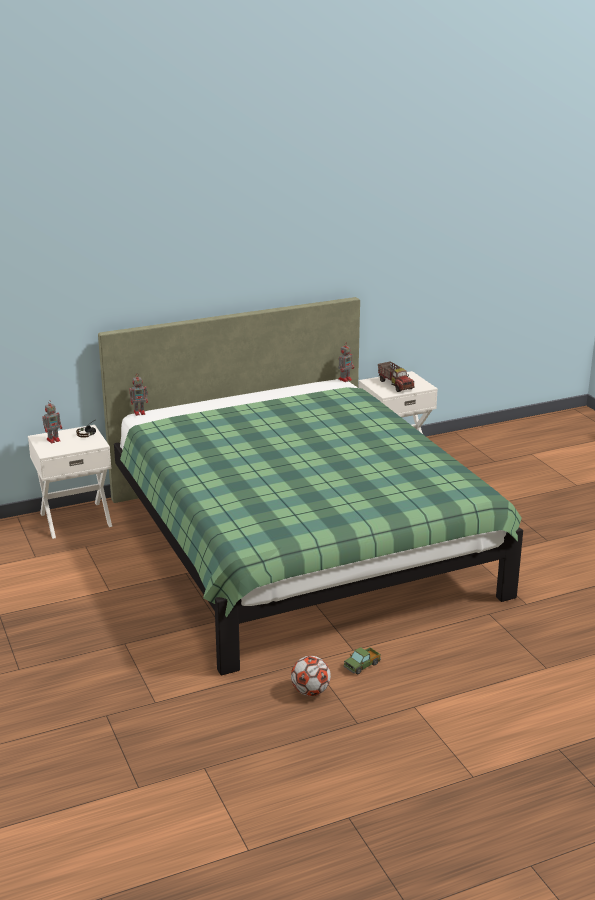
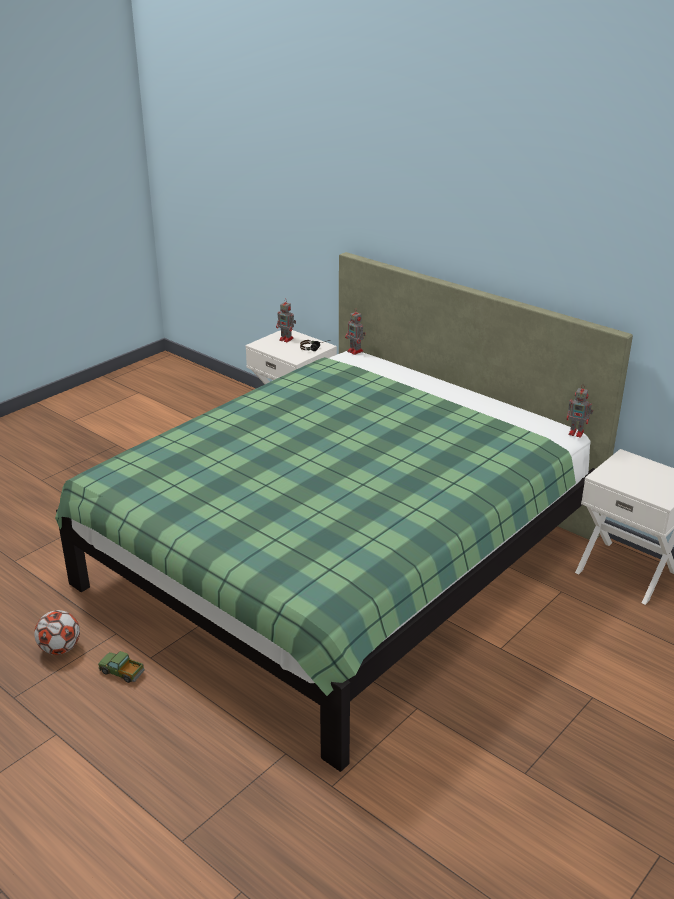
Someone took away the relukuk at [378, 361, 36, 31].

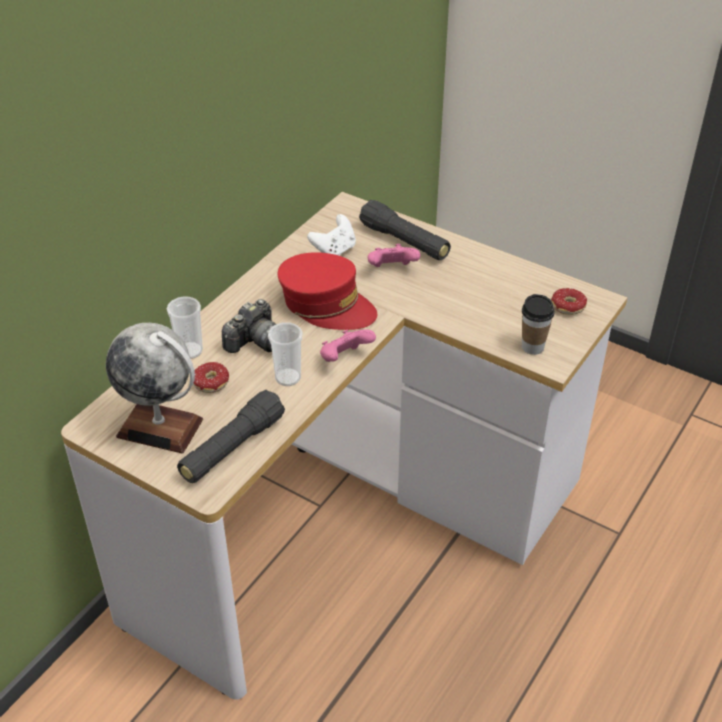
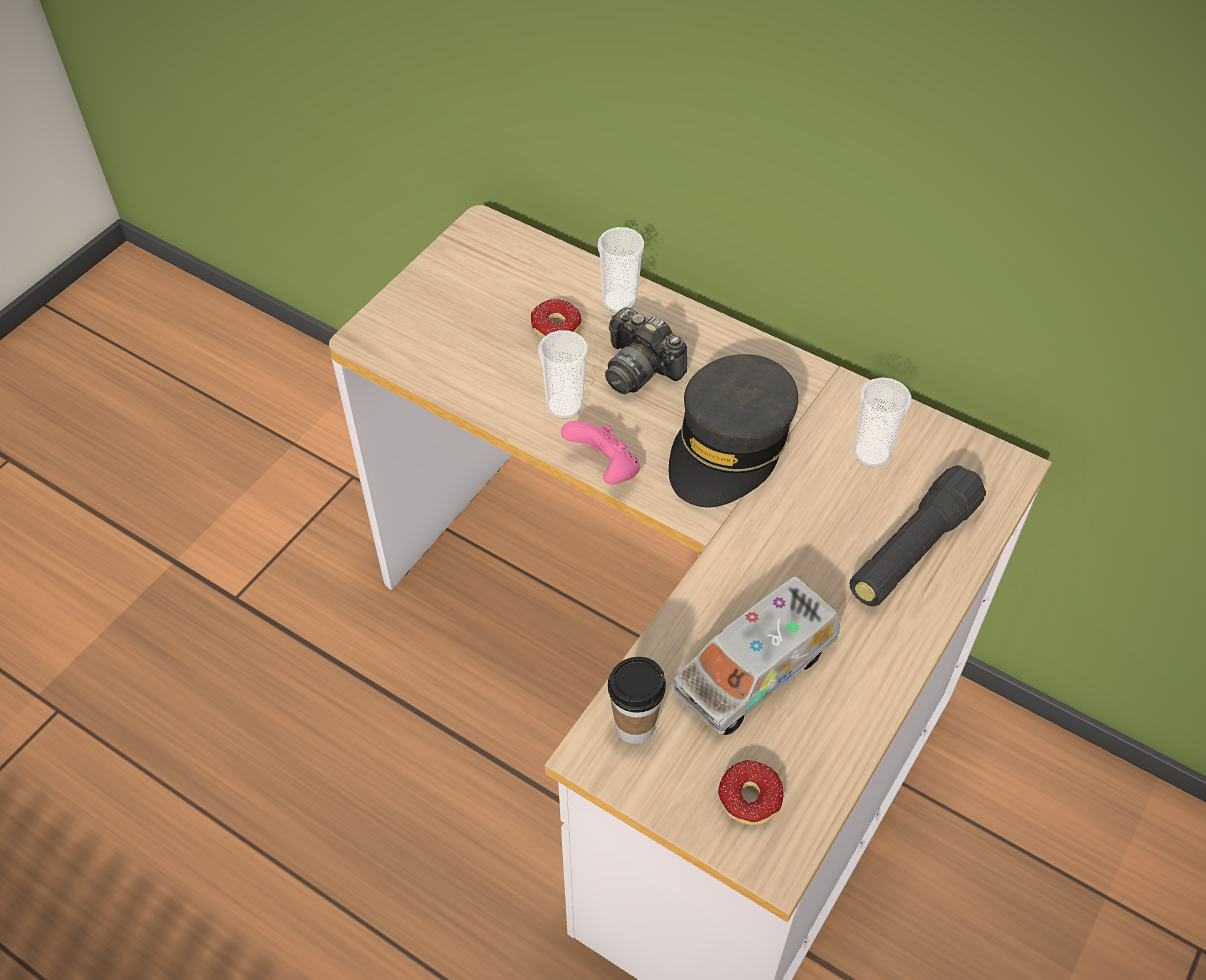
Someone took away the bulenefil at [106, 323, 97, 131]. Someone took away the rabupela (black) at [177, 390, 108, 93]. Someone repainted the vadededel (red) at [278, 252, 100, 78], which became the vadededel (grey) at [668, 354, 130, 154]. Someone swapped the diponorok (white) at [307, 214, 49, 42] for the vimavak at [853, 377, 59, 90]. Someone took away the diponorok (pink) at [368, 244, 52, 23]. Someone put down the relukuk at [671, 576, 169, 159].

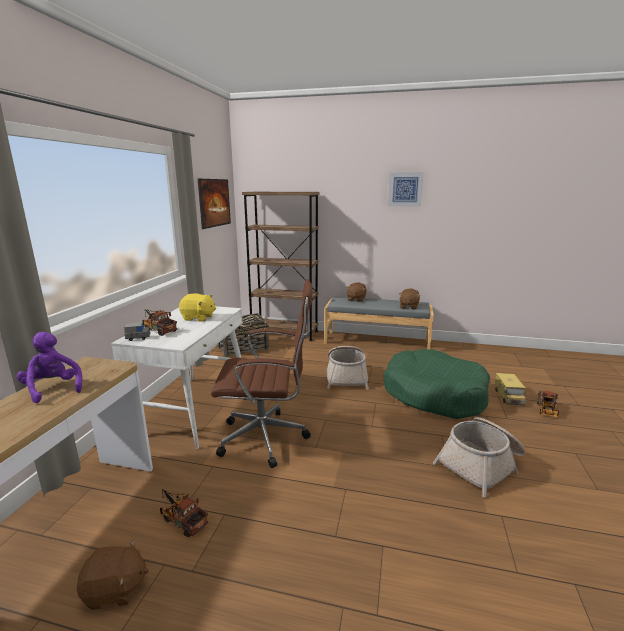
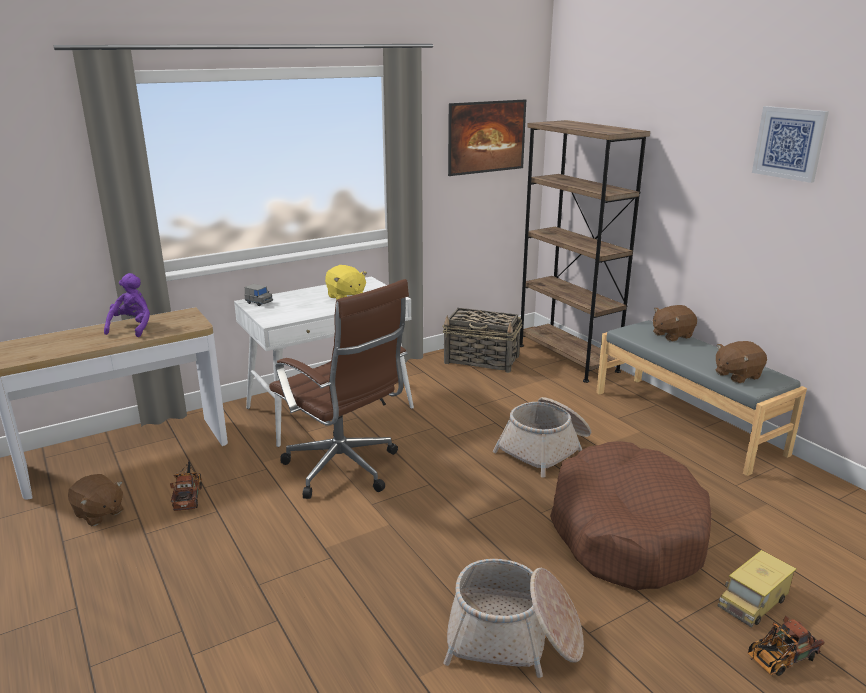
Someone took away the relukuk at [142, 309, 35, 27]. Someone repainted the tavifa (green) at [383, 349, 107, 70], which became the tavifa (brown) at [550, 441, 162, 149].

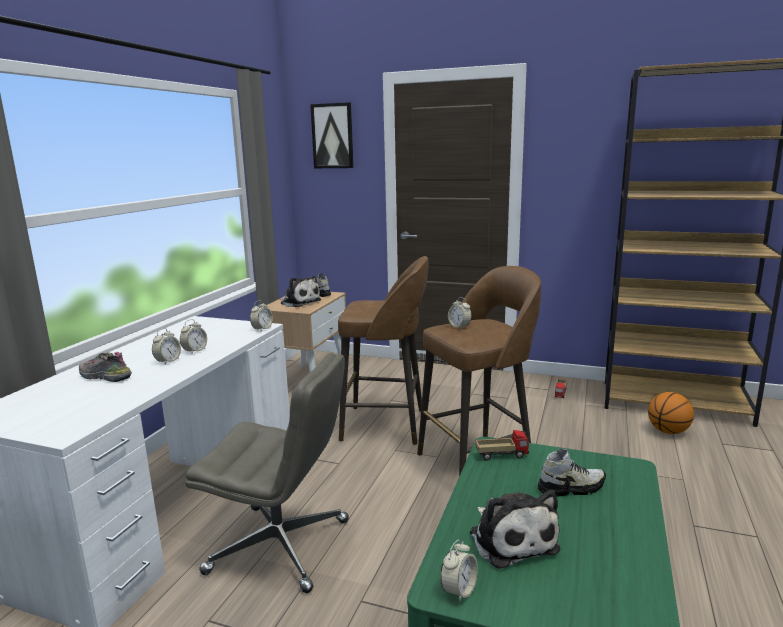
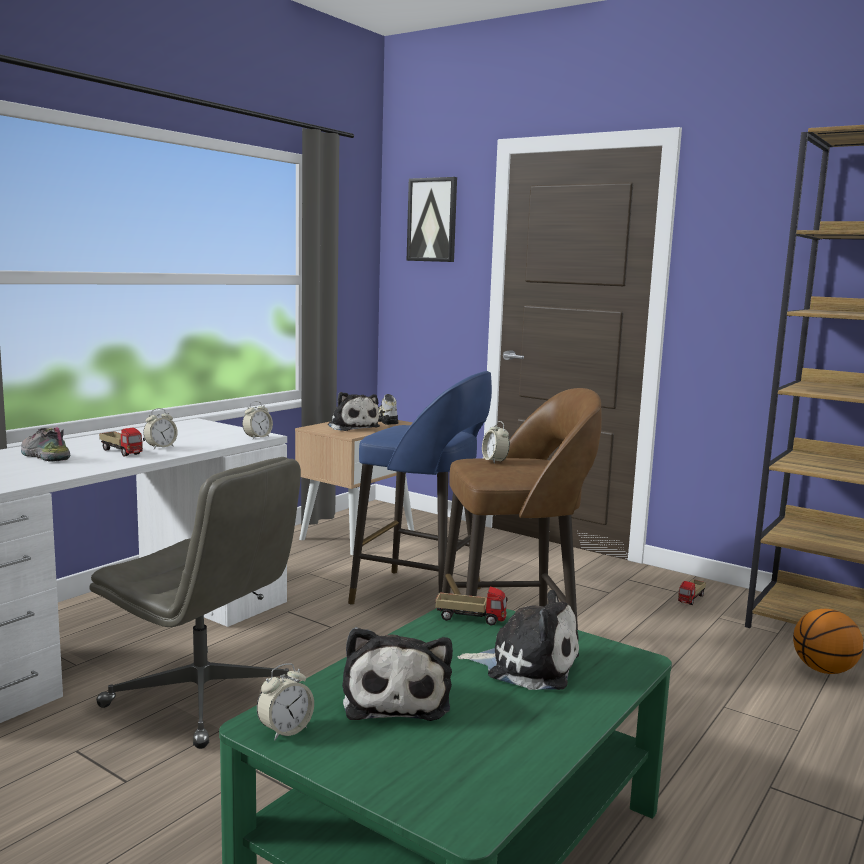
Someone swapped the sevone at [152, 328, 29, 37] for the relukuk at [99, 428, 46, 29]. Someone repainted the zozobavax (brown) at [338, 256, 91, 189], which became the zozobavax (blue) at [348, 371, 144, 234]. Someone swapped the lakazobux at [538, 448, 68, 49] for the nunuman at [457, 590, 122, 100].

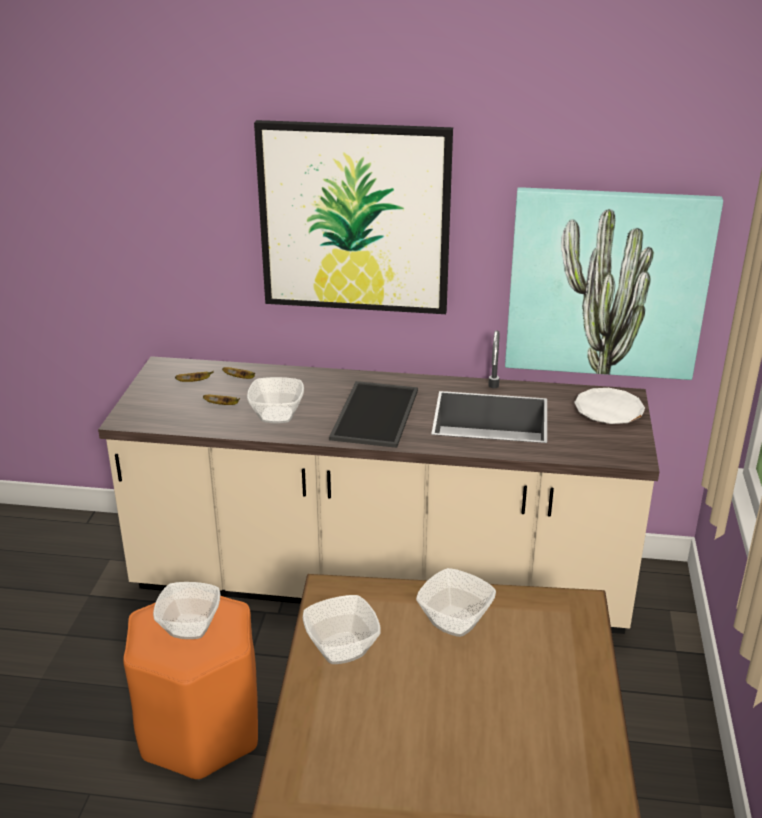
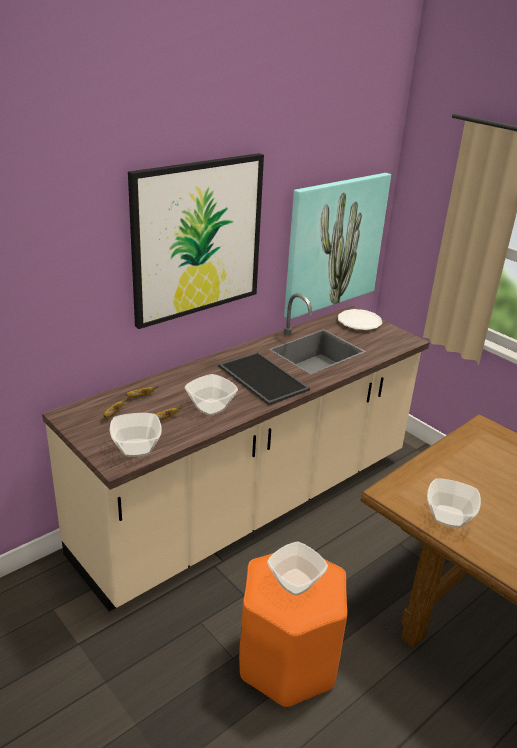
Someone carried the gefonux from [416, 568, 80, 69] to [110, 413, 52, 44].

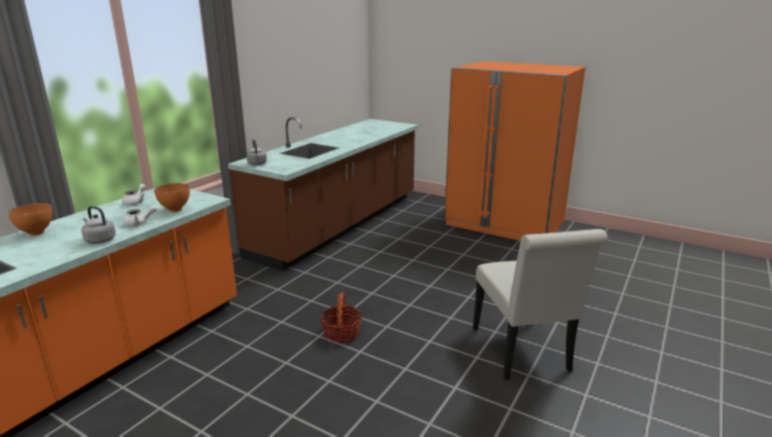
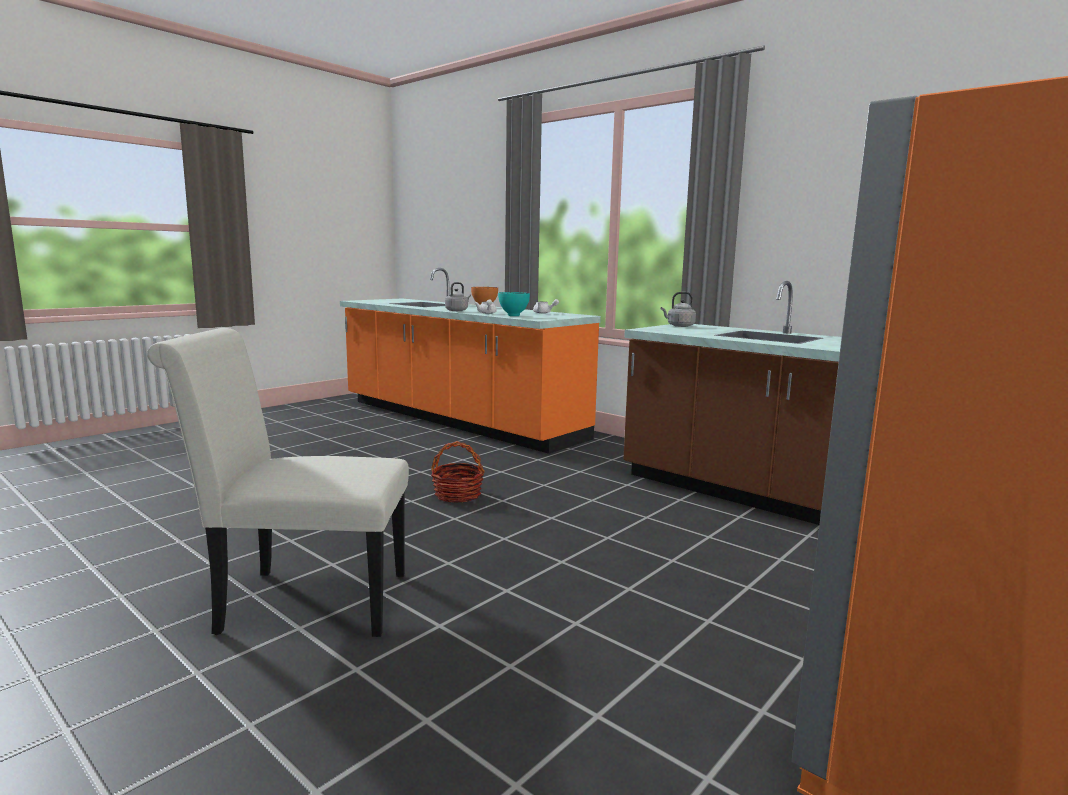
Someone repainted the gefonux (orange) at [154, 183, 36, 29], which became the gefonux (turquoise) at [498, 292, 32, 24].

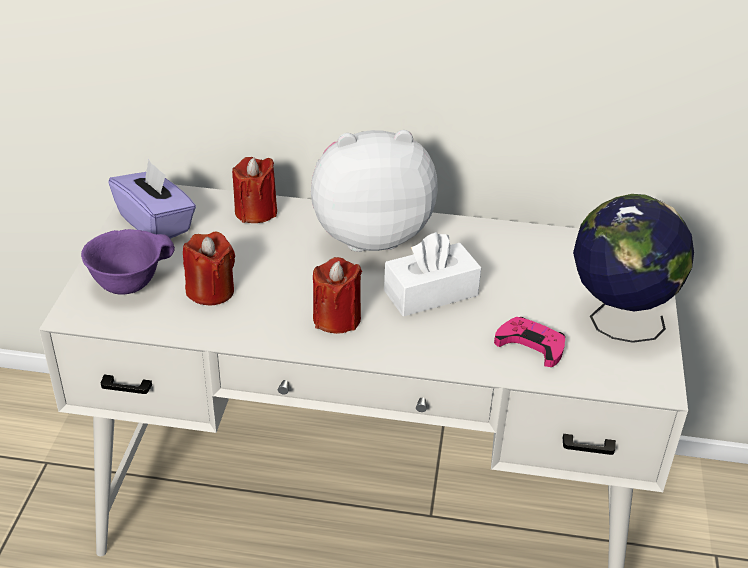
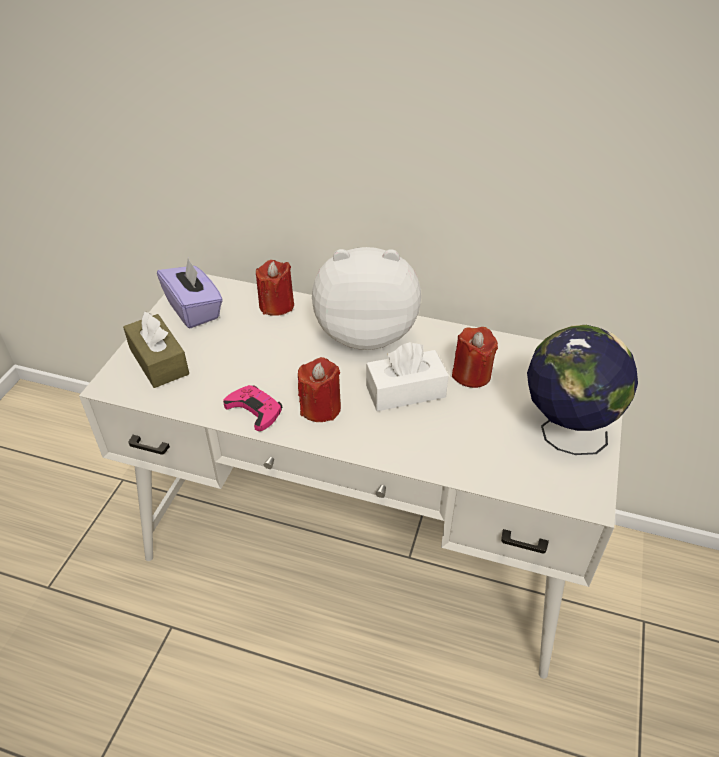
Someone swapped the gefonux (purple) at [81, 229, 94, 66] for the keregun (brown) at [123, 311, 66, 77]. Someone carried the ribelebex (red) from [183, 232, 52, 73] to [452, 327, 46, 61]. Someone carried the diponorok (pink) from [494, 317, 71, 50] to [223, 385, 59, 46].

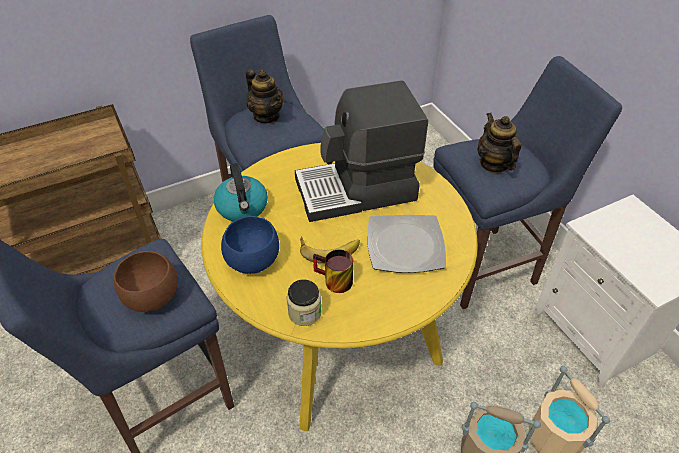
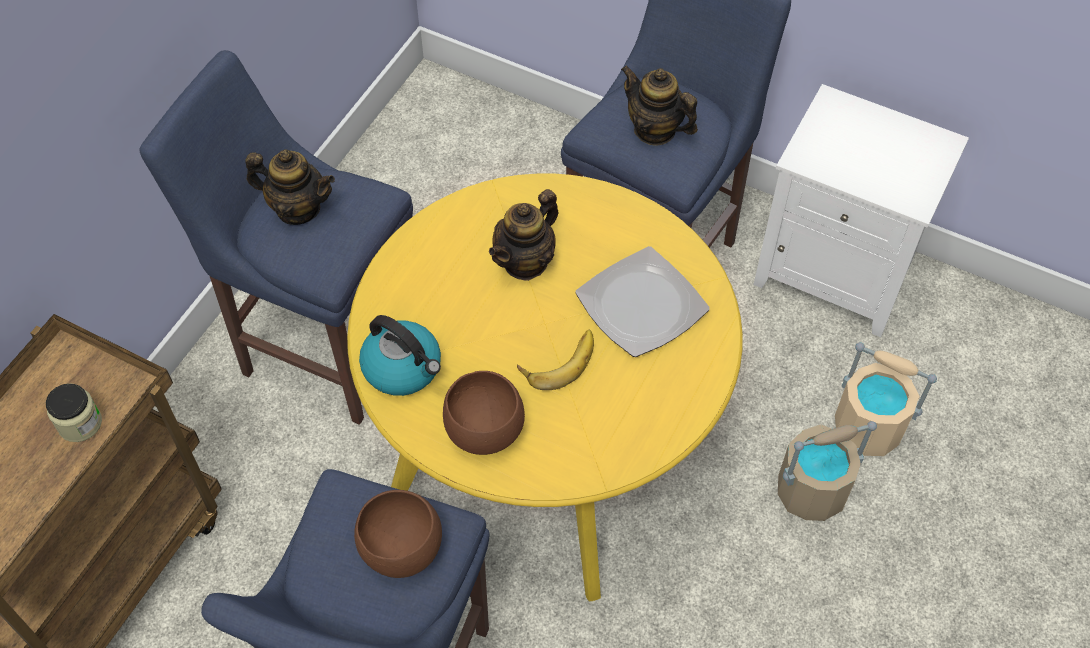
Someone repainted the gefonux (blue) at [221, 216, 58, 58], which became the gefonux (brown) at [443, 371, 82, 84]. Someone carried the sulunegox from [287, 279, 35, 47] to [46, 383, 56, 59]. Someone swapped the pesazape at [295, 80, 133, 142] for the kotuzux at [489, 189, 70, 92]. Someone took away the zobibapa at [313, 250, 40, 43].

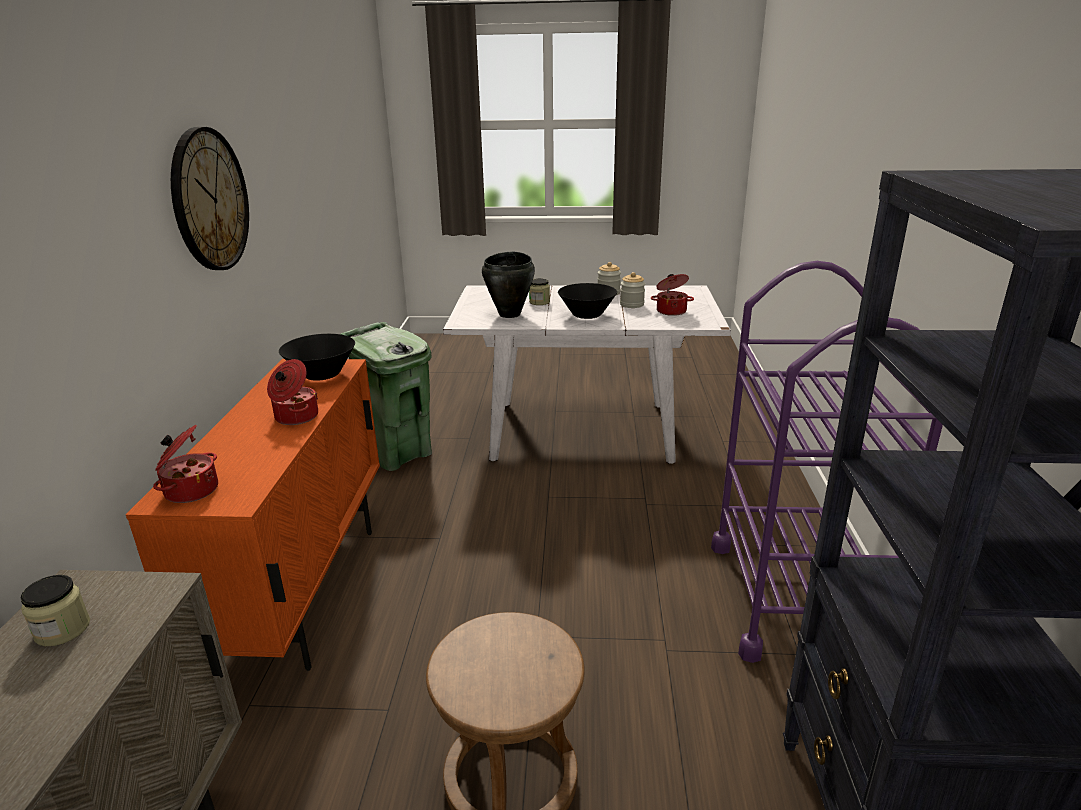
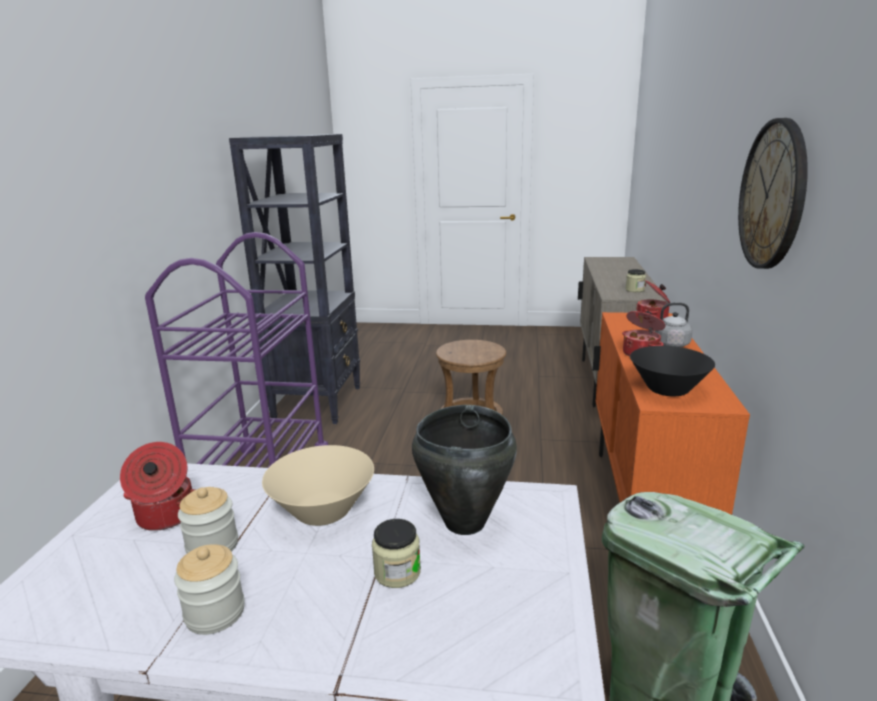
Someone repainted the gefonux (black) at [558, 283, 59, 36], which became the gefonux (beige) at [262, 445, 112, 81]. Someone put down the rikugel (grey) at [652, 303, 41, 44].

